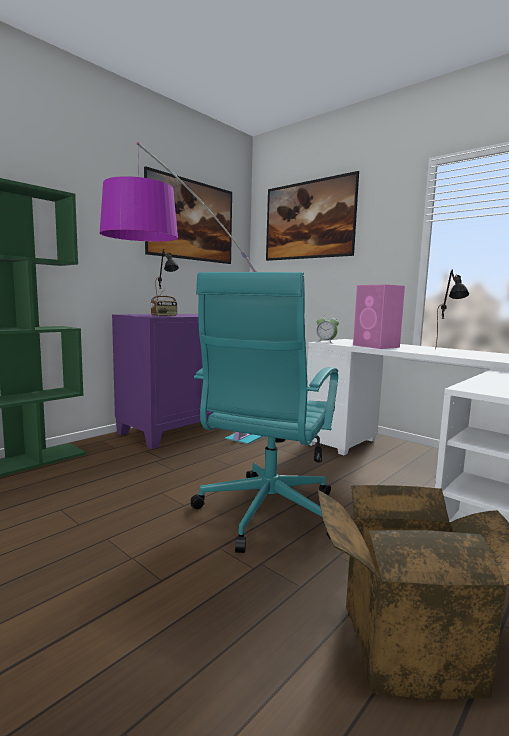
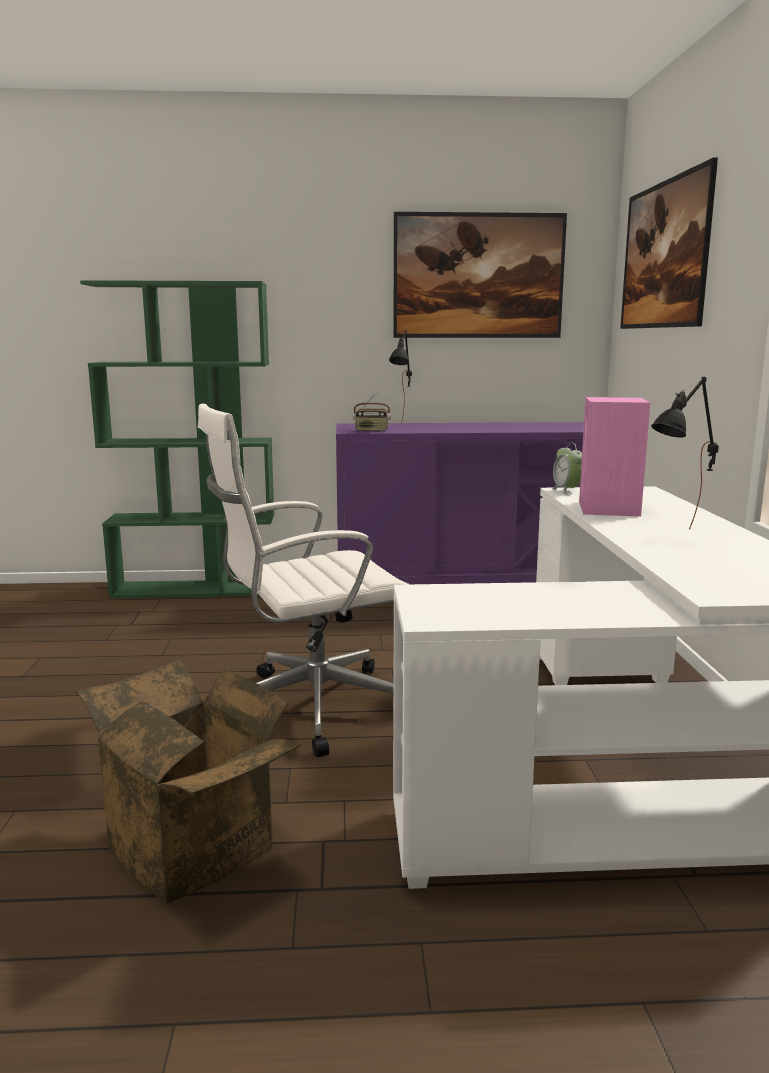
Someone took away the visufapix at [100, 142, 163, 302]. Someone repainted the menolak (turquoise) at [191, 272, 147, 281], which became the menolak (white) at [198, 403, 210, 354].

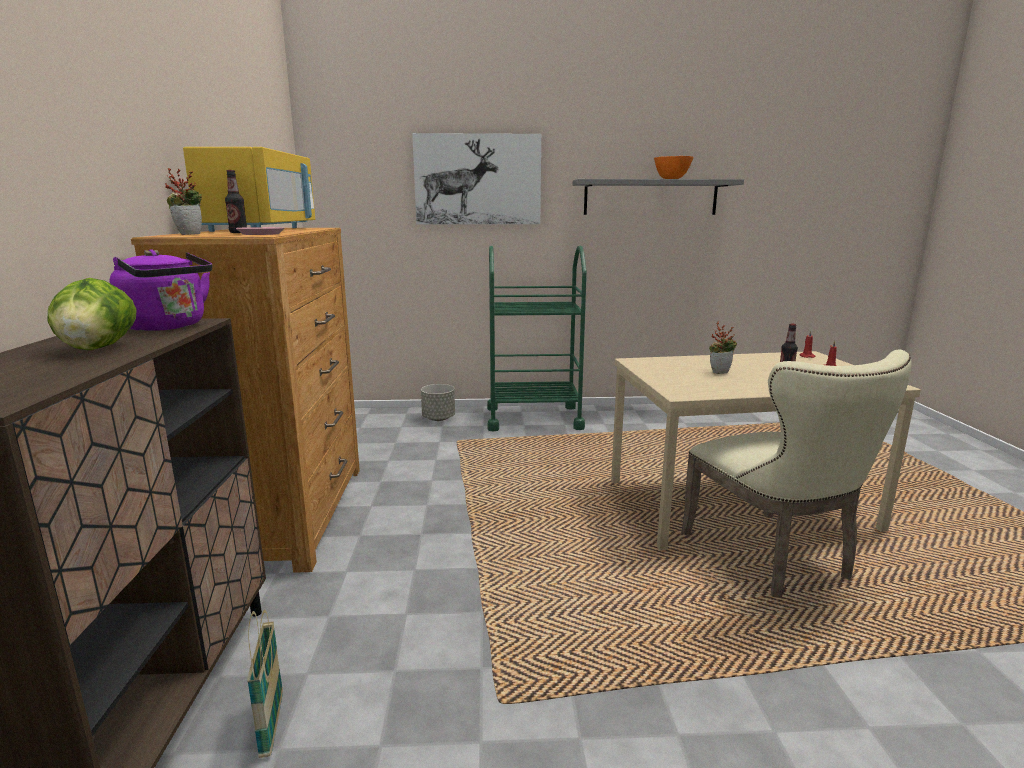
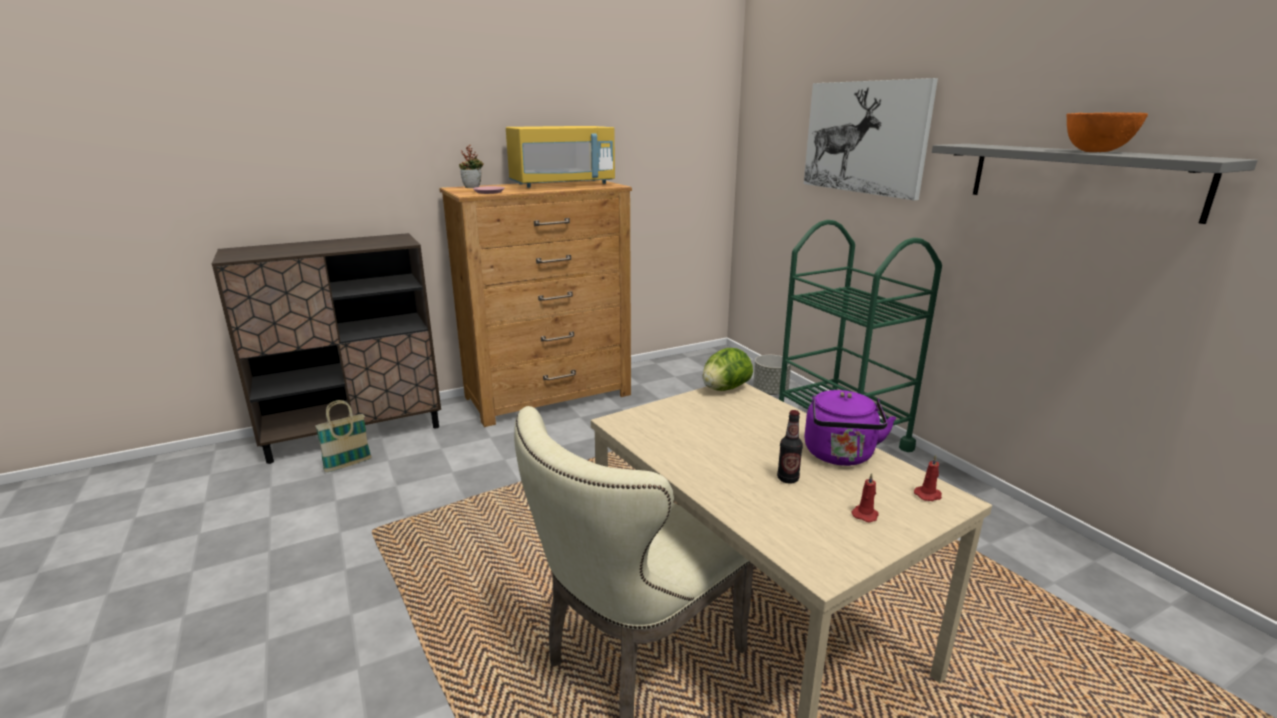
Someone carried the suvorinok from [47, 278, 90, 72] to [703, 348, 50, 43]. Someone carried the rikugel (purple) from [109, 249, 103, 82] to [804, 390, 92, 76]. Someone took away the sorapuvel at [225, 170, 22, 63]. Someone took away the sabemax at [709, 322, 28, 52].

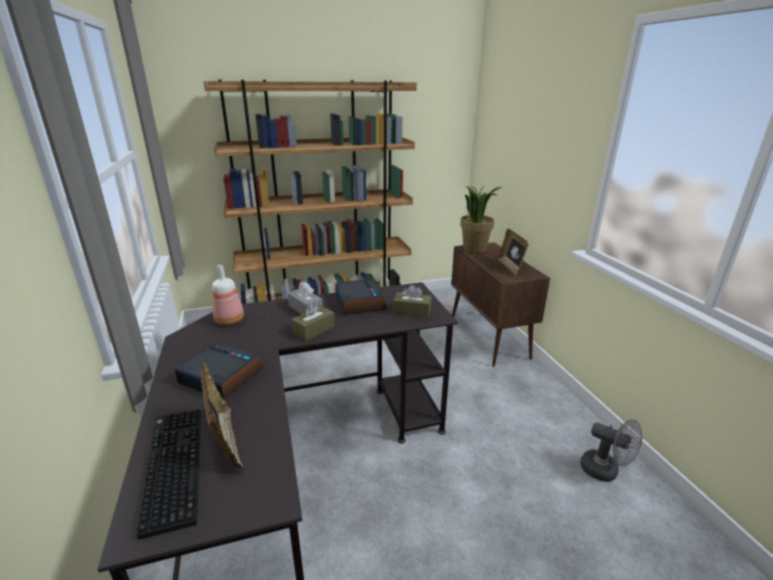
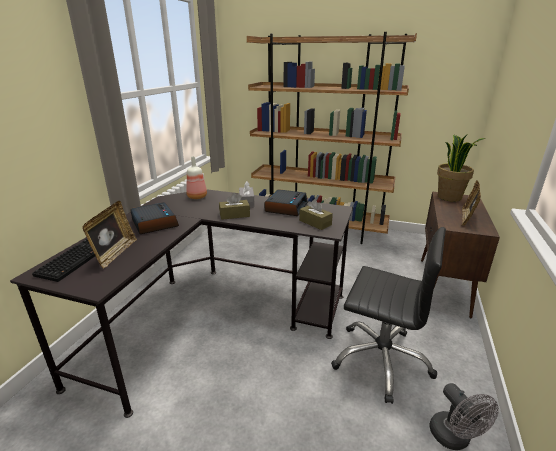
Someone put down the menolak (black) at [331, 227, 115, 177].

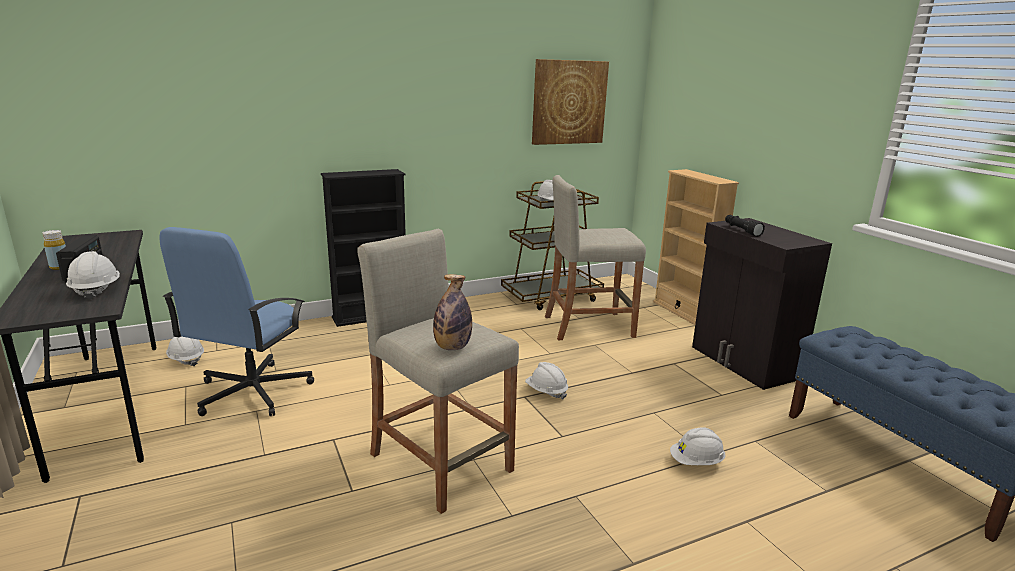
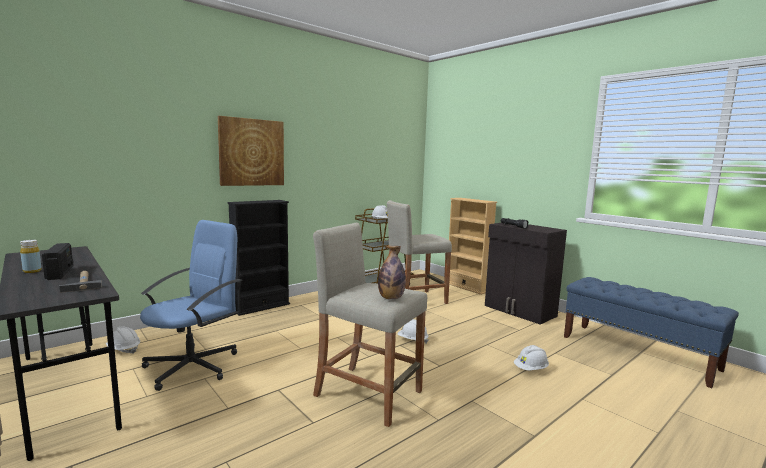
Someone swapped the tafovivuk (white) at [66, 251, 54, 49] for the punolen at [59, 271, 43, 22]. Someone rotated the menolak (blue) at [159, 227, 155, 189] by 150 degrees counterclockwise. Someone carried the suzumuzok from [532, 59, 77, 86] to [218, 116, 66, 70].

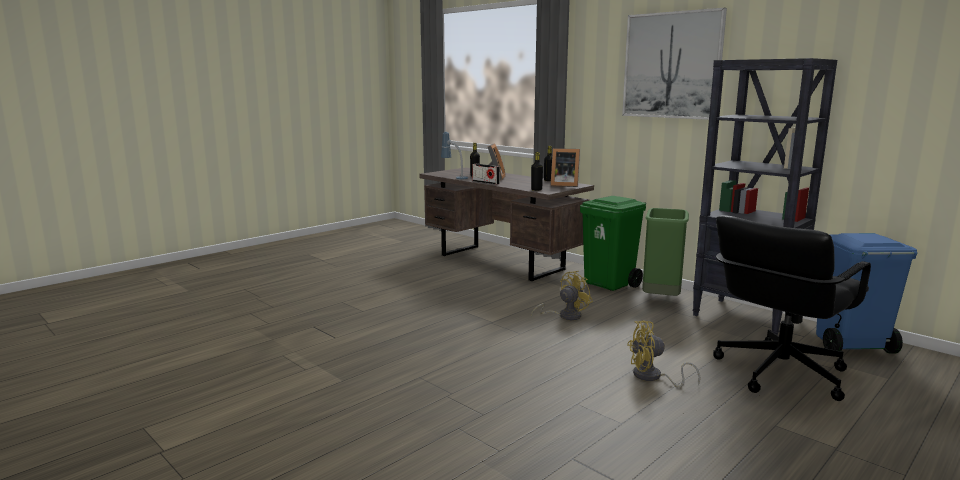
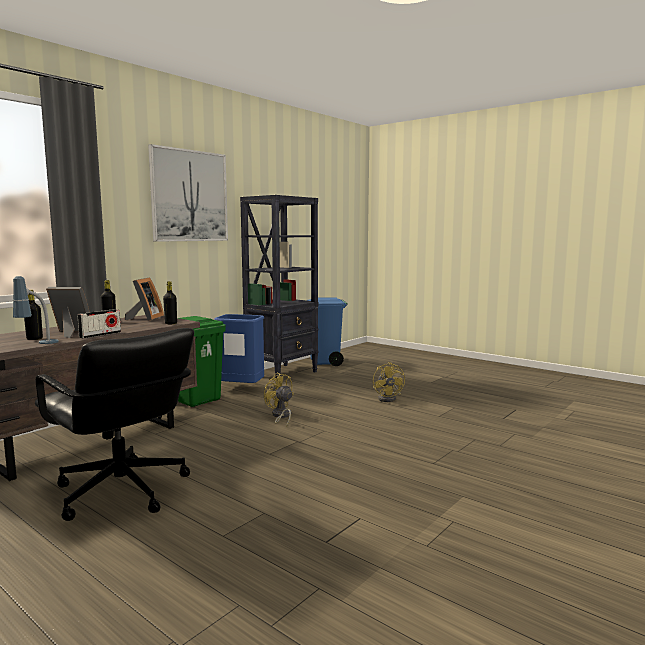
Someone repainted the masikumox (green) at [642, 208, 47, 88], which became the masikumox (blue) at [214, 314, 50, 69]. Someone carried the menolak (black) from [713, 215, 158, 186] to [35, 328, 159, 193].

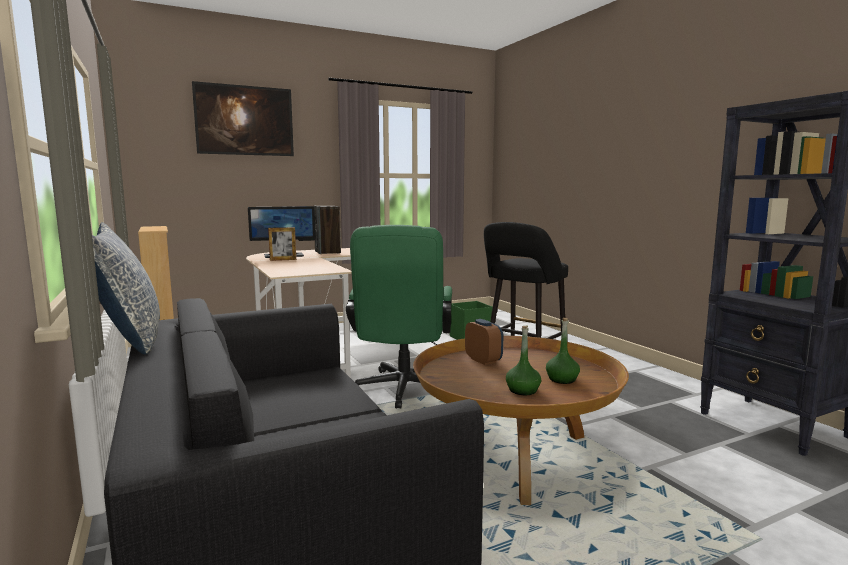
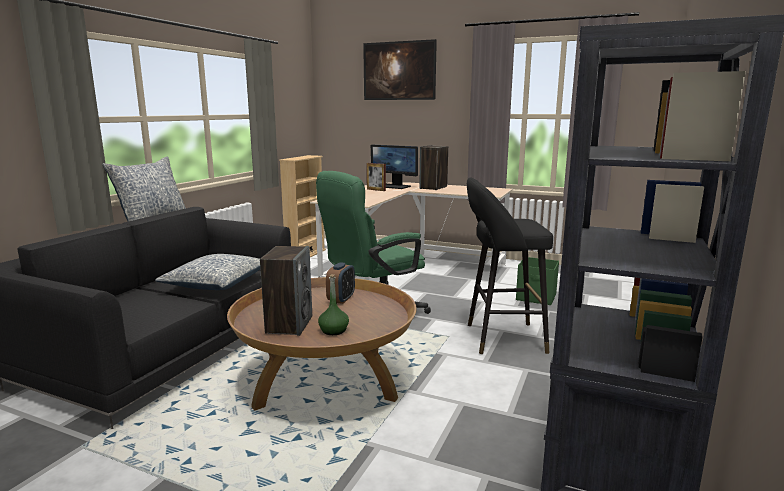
Someone swapped the sorapuvel (green) at [506, 326, 35, 69] for the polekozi at [260, 246, 52, 90]. Someone put down the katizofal at [155, 254, 105, 36].

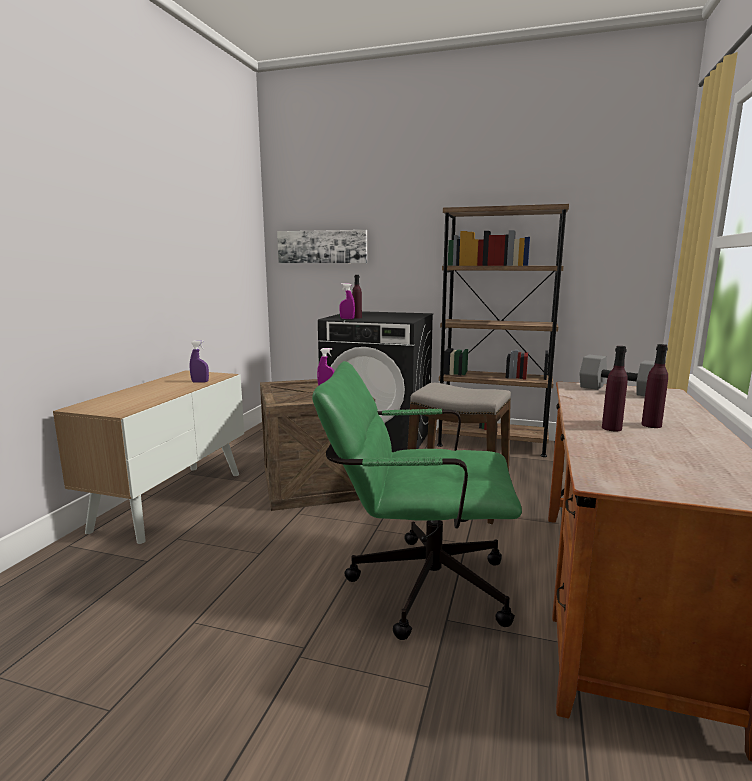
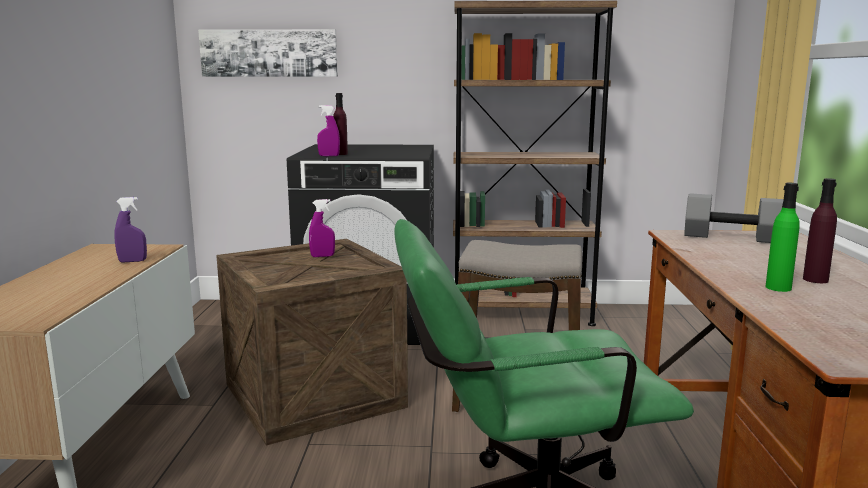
Someone repainted the sorapuvel (purple) at [602, 346, 26, 85], which became the sorapuvel (green) at [765, 183, 35, 109].

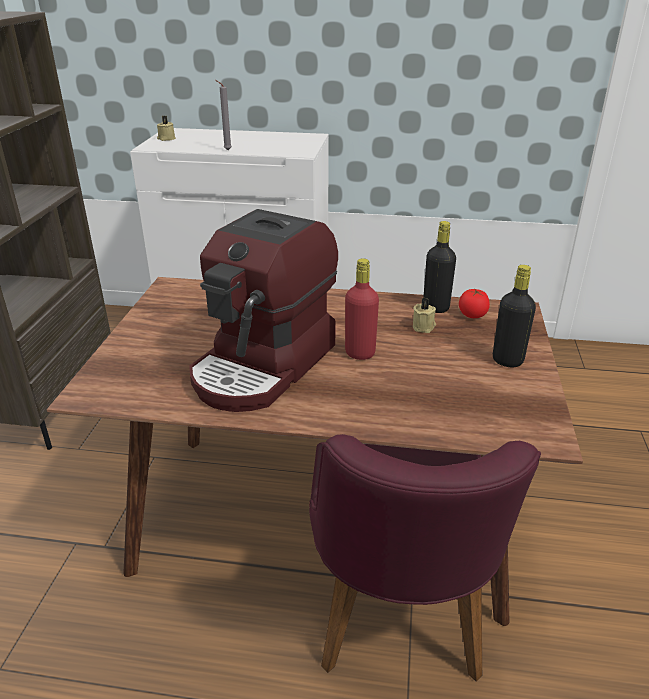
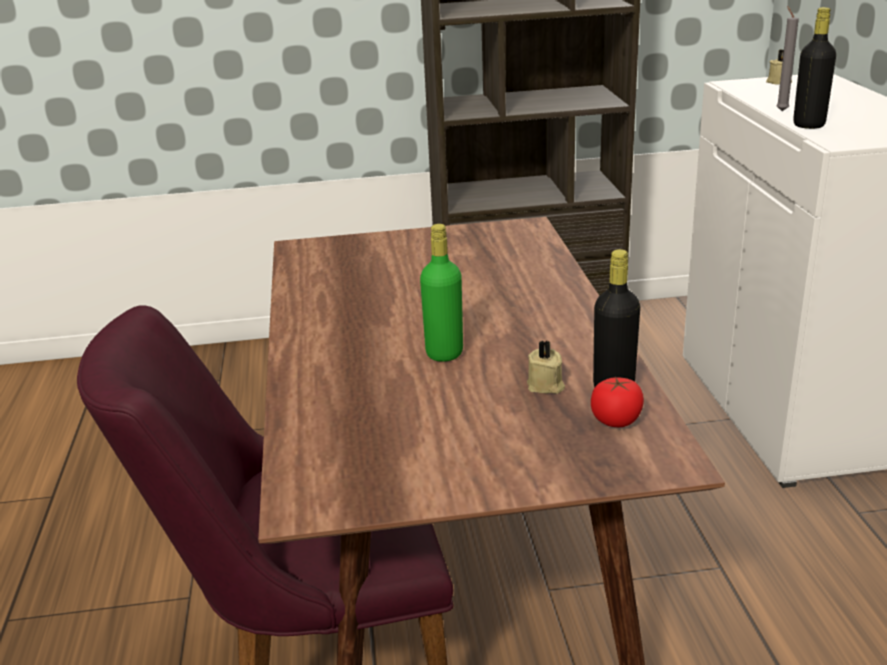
Someone took away the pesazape at [189, 209, 149, 203]. Someone repainted the sorapuvel (red) at [345, 259, 34, 101], which became the sorapuvel (green) at [420, 224, 43, 138]. Someone carried the sorapuvel (black) from [493, 265, 43, 102] to [793, 7, 43, 122].

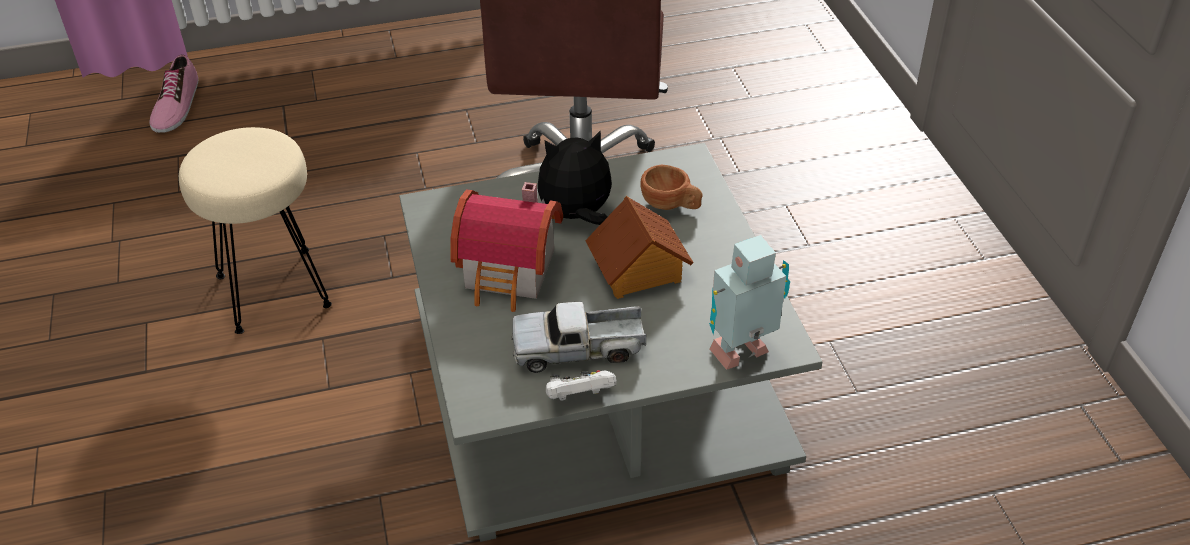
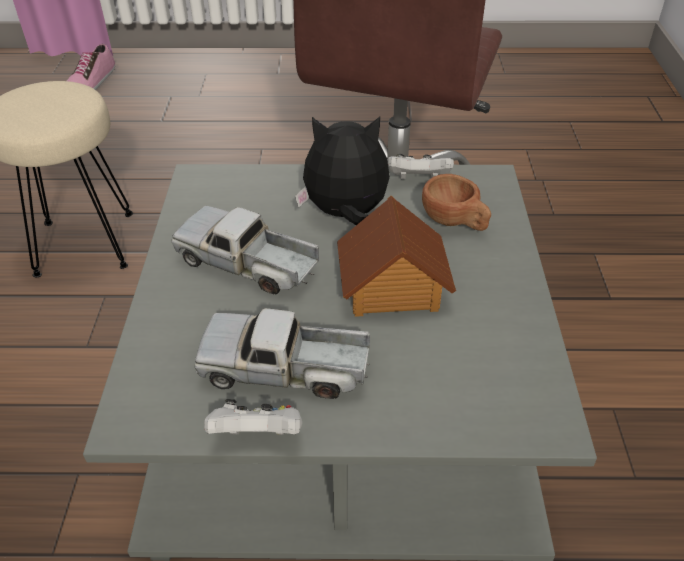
Someone swapped the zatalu at [450, 182, 113, 130] for the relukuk at [171, 206, 148, 89]. Someone took away the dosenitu at [709, 235, 81, 135]. Someone put down the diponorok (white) at [387, 154, 67, 25].

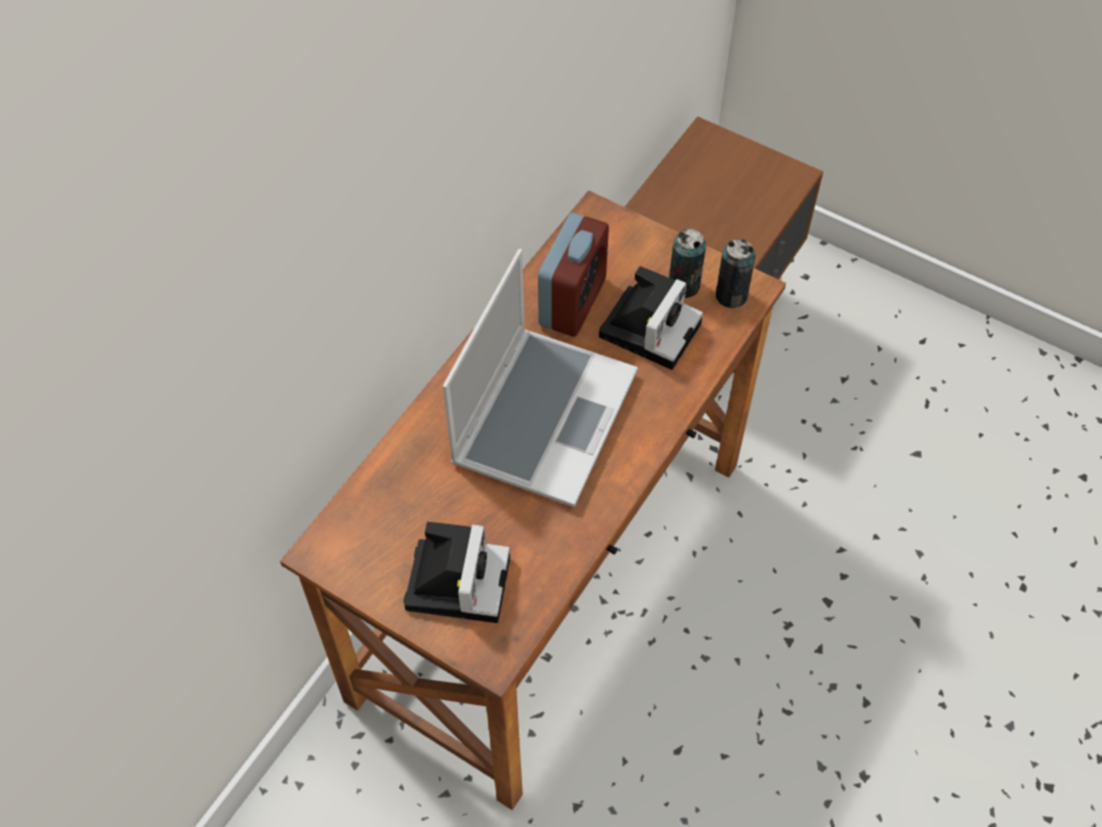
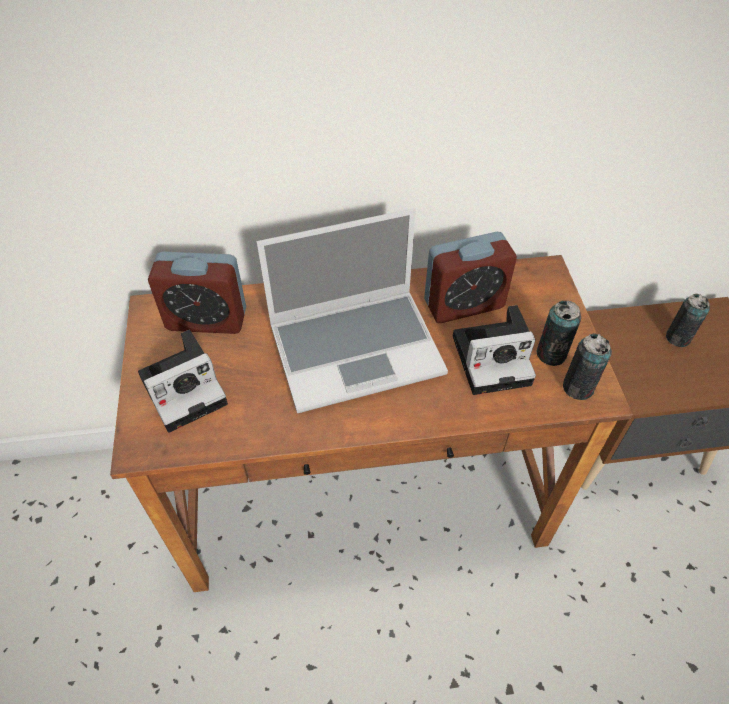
Someone put down the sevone at [148, 251, 98, 83]. Someone put down the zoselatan at [666, 294, 44, 53].

